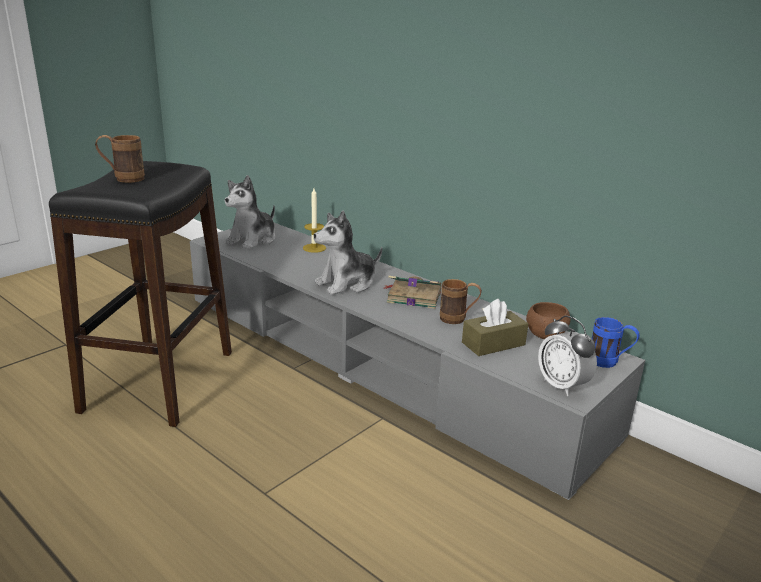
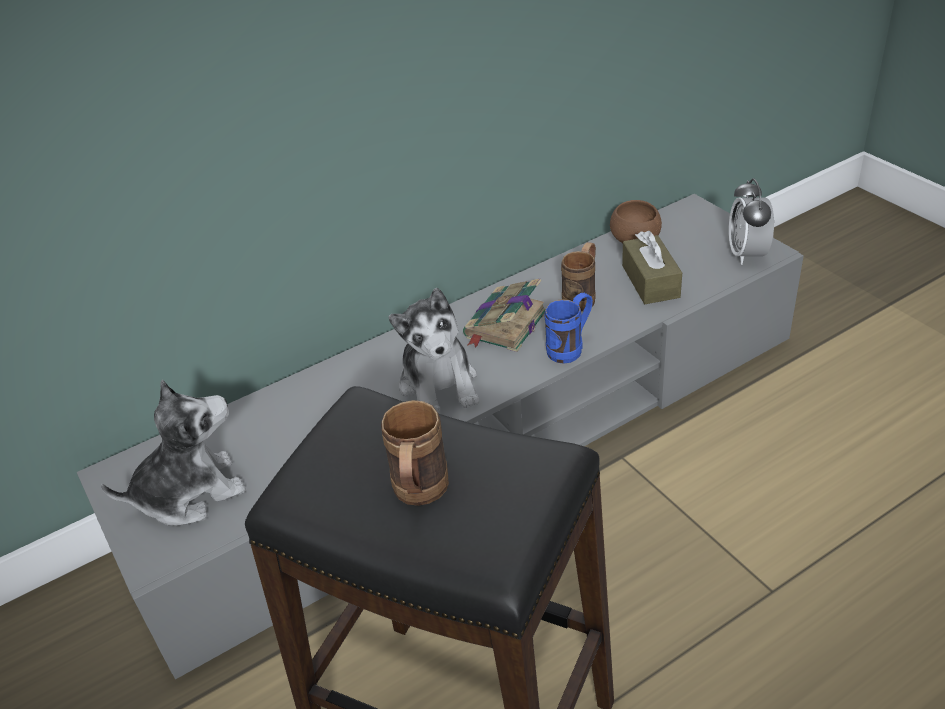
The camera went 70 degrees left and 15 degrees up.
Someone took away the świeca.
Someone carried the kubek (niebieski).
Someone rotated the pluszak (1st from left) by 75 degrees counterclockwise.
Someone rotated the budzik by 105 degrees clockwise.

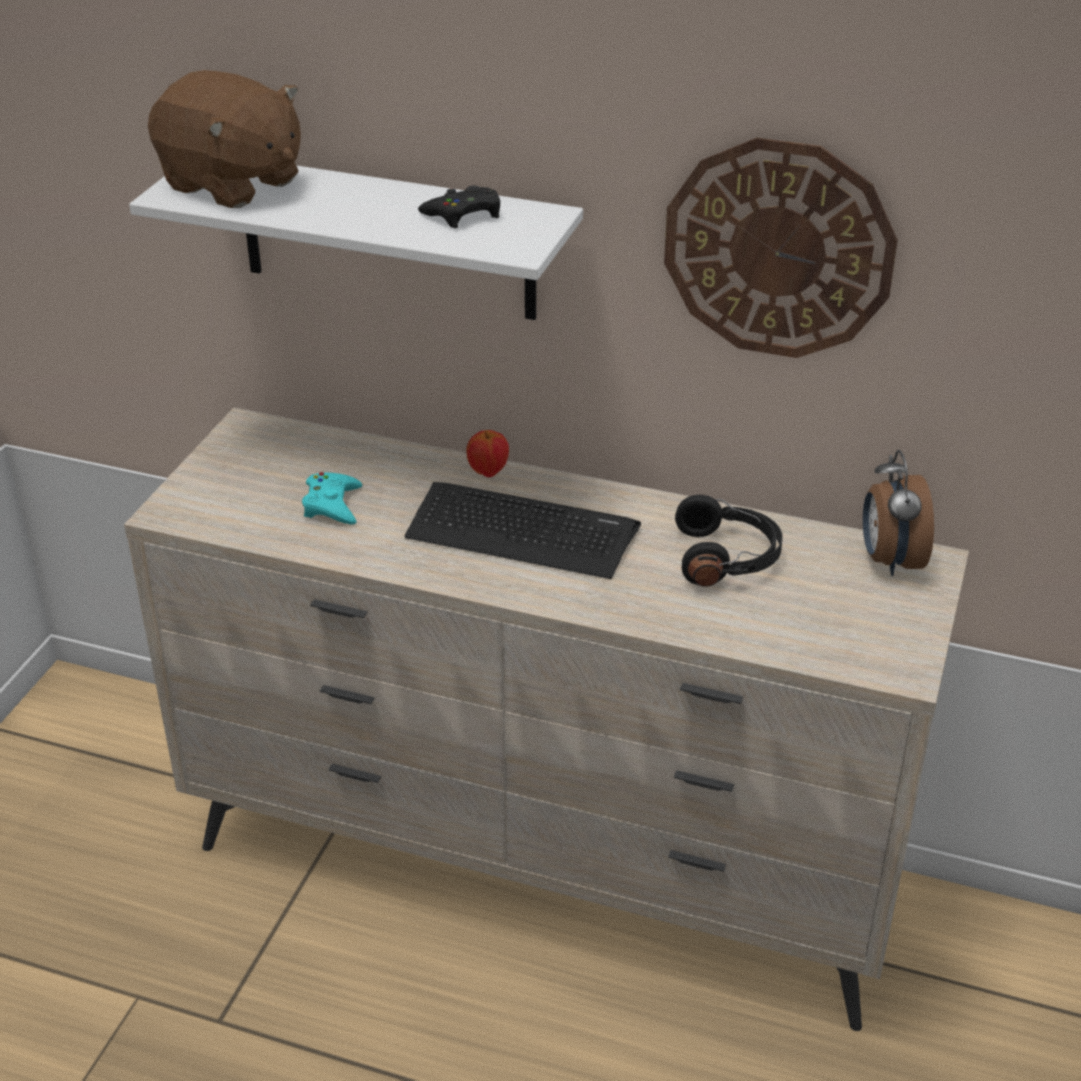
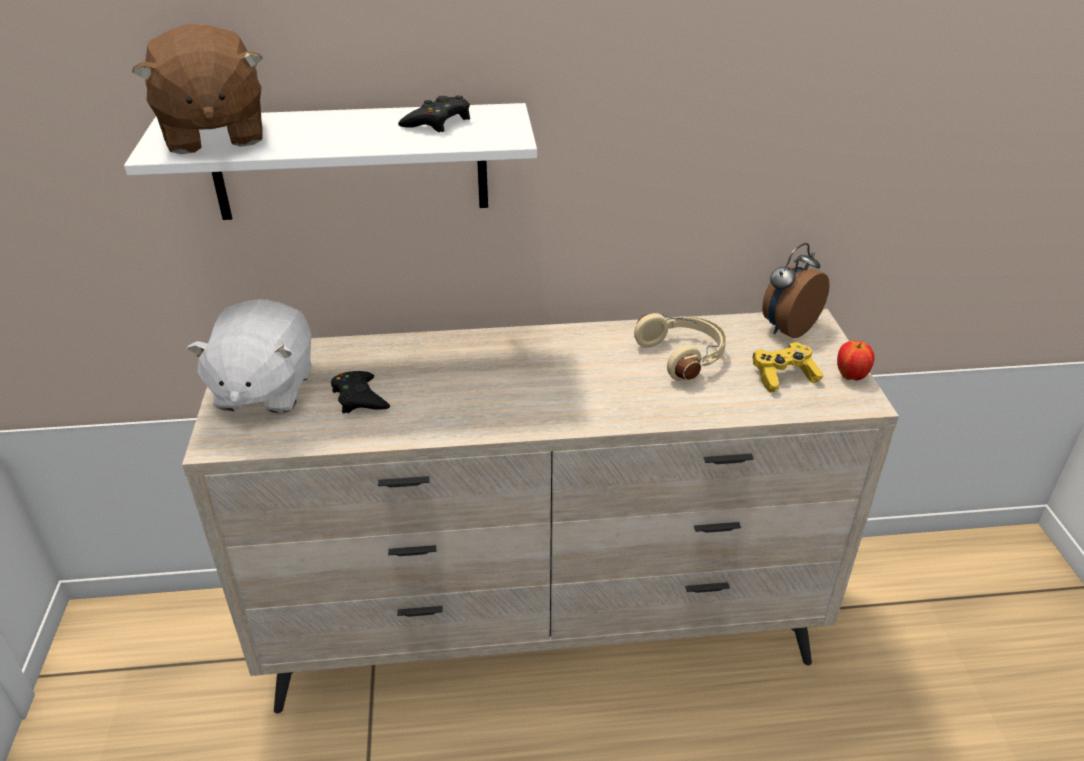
The camera went 25 degrees left and 0 degrees up.
Someone took away the klawiatura.
Someone took away the zegar ścienny.
Someone put down the pluszak (biały).
Someone put down the pad do gier (żółty).
Someone carried the jabłko.
Someone repainted the pad do gier (turkusowy), which became the pad do gier (czarny) (1st from left).
Someone repainted the słuchawki (czarny), which became the słuchawki (beżowy).
Someone rotated the pluszak (brązowy) by 60 degrees clockwise.
Someone rotated the budzik by 75 degrees clockwise.

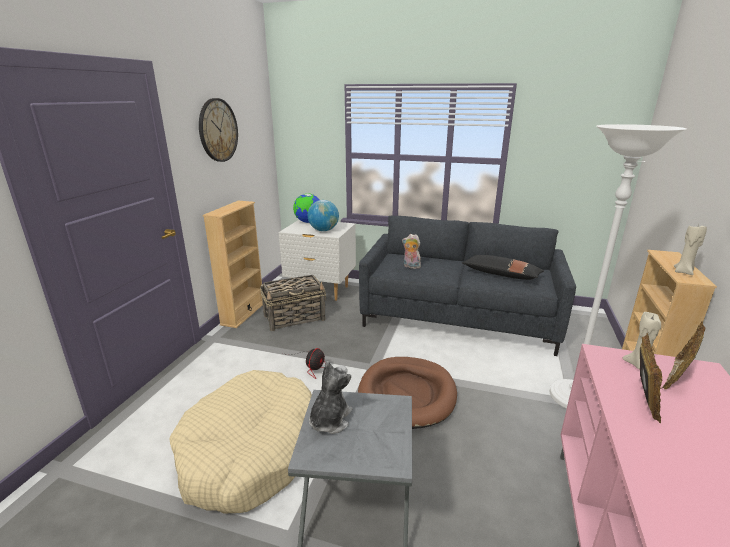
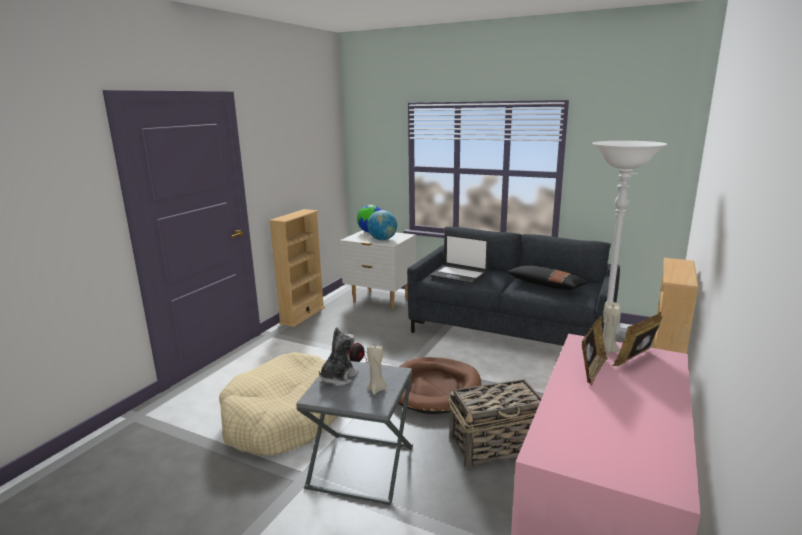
The camera went 10 degrees right and 5 degrees down.
Someone took away the zegar ścienny.
Someone carried the koszyk.
Someone carried the świeca (beżowy) (2nd from left in the first image).
Someone swapped the pluszak (2nd from left) for the laptop.

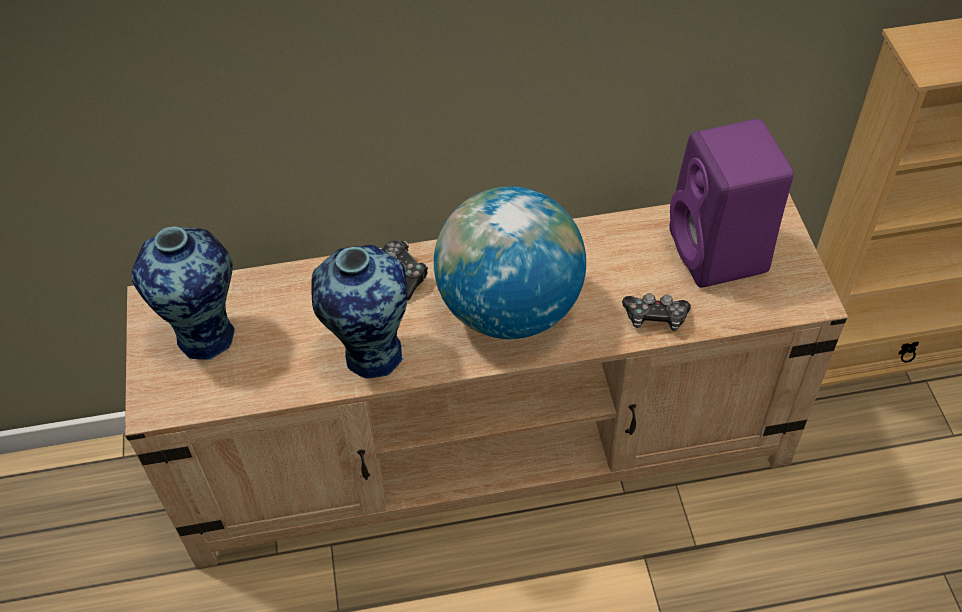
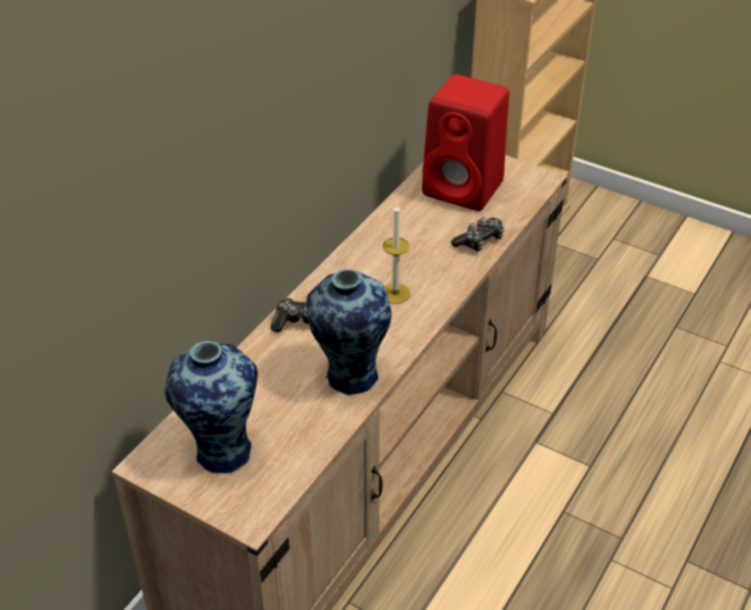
The camera went 50 degrees left and 10 degrees down.
Someone swapped the globus for the świeca.
Someone repainted the głośnik (fioletowy), which became the głośnik (czerwony).

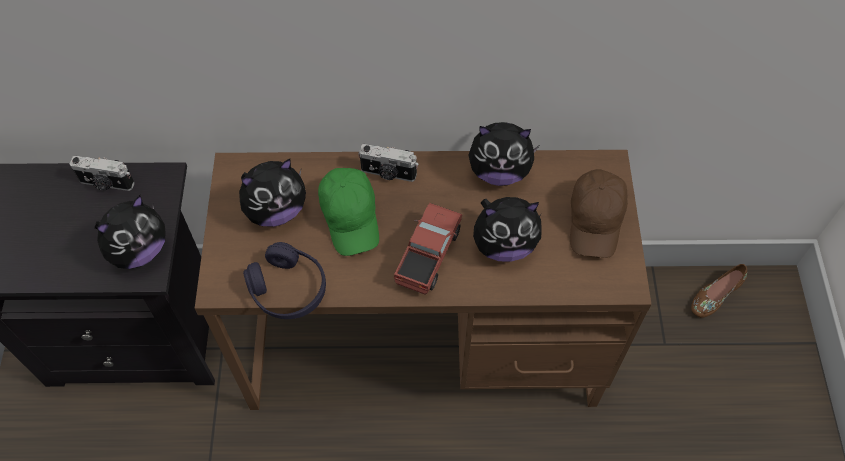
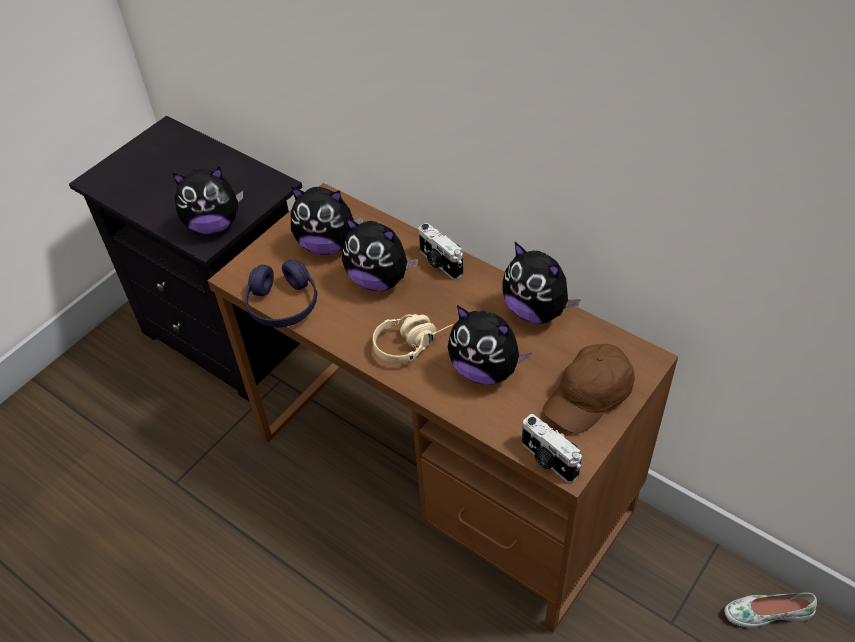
The camera went 40 degrees right and 10 degrees down.
Someone carried the aparat fotograficzny (1st from left in the first image).
Someone swapped the czapka z daszkiem (zielony) for the pluszak (3rd from left).
Someone swapped the ciężarówka zabawkowa for the słuchawki (beżowy).
Someone repainted the but (brązowy), which became the but (biały).

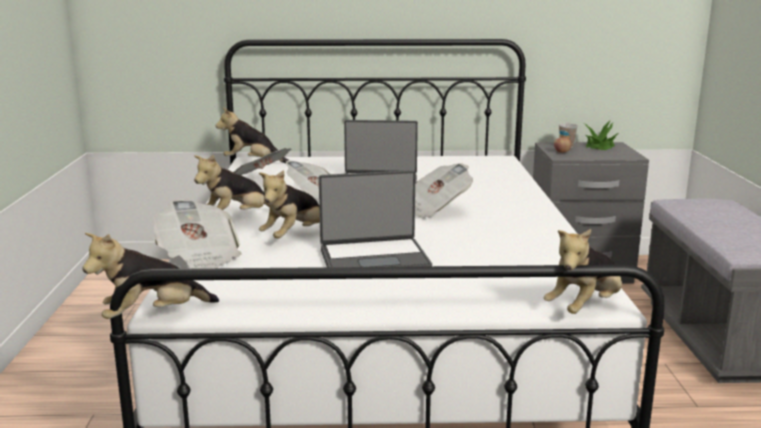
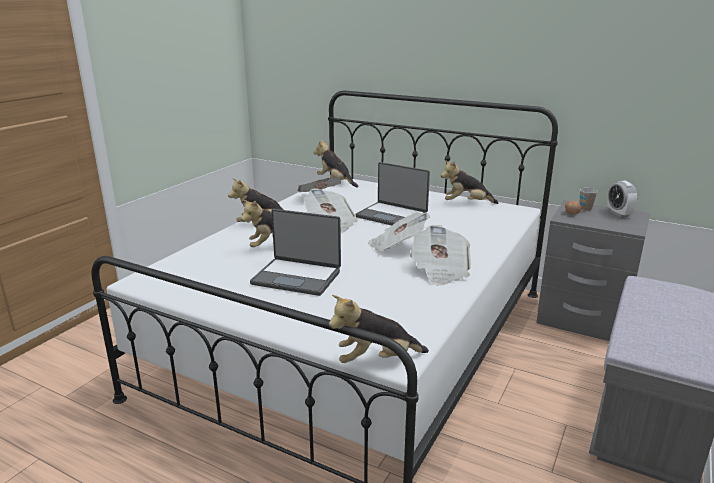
The camera went 30 degrees right and 5 degrees up.
Someone carried the pluszak (1st from left in the first image).
Someone carried the gazeta (1st from left in the first image).
Someone swapped the roślina doniczkowa for the budzik.

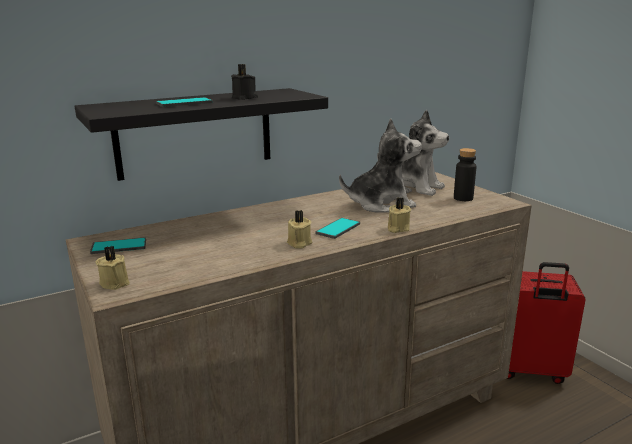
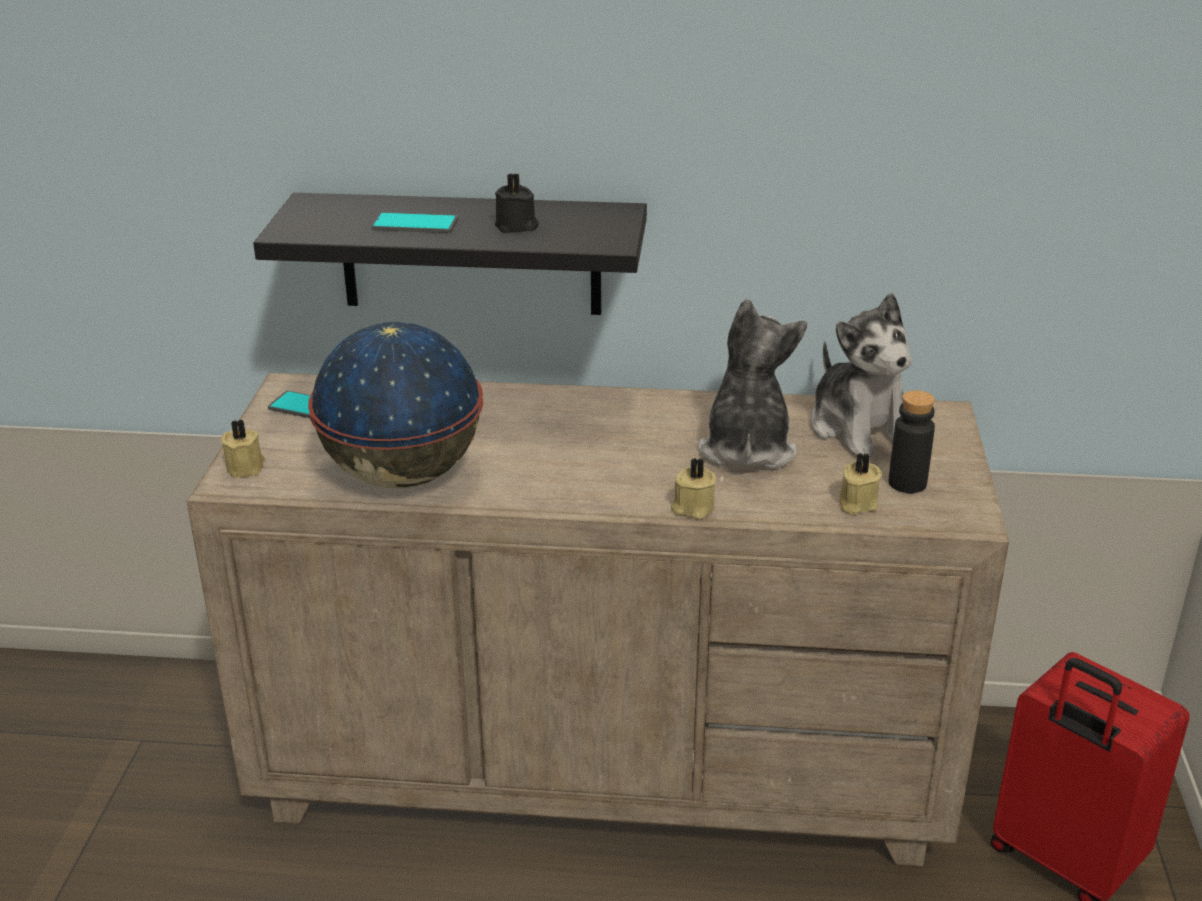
The camera went 35 degrees right and 10 degrees up.
Someone took away the telefon (3rd from left).
Someone put down the globus.
Someone carried the świeca (beżowy) (2nd from left in the first image).
Someone rotated the pluszak (1st from left) by 105 degrees counterclockwise.

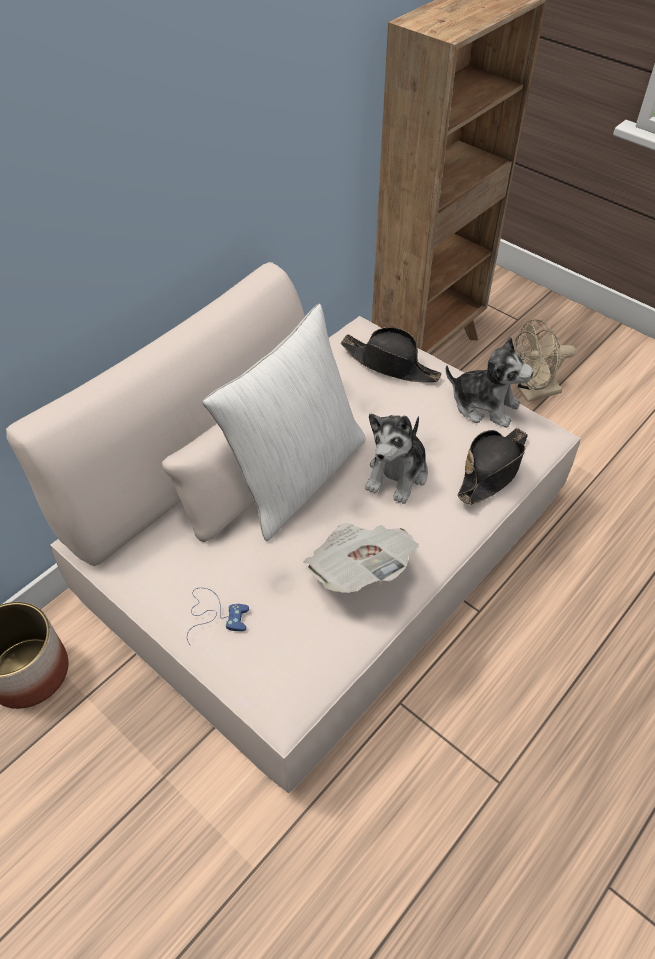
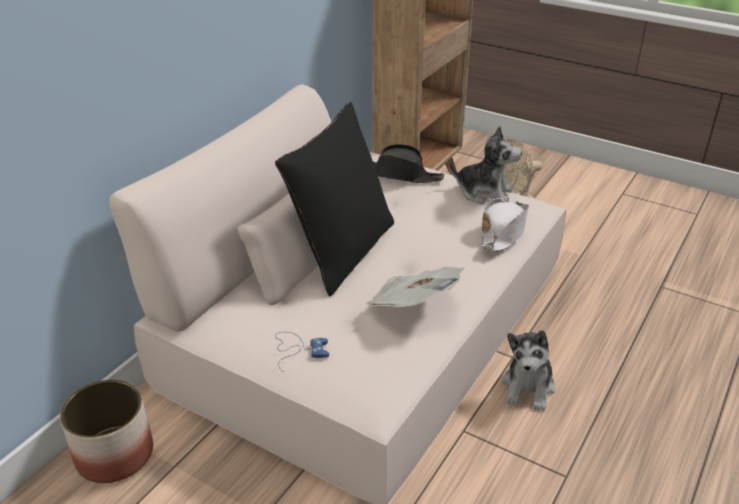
The camera went 10 degrees left and 15 degrees down.
Someone carried the pluszak (1st from left in the first image).
Someone repainted the poduszka (biały), which became the poduszka (czarny).
Someone repainted the kapelusz (czarny) (2nd from left), which became the kapelusz (biały).

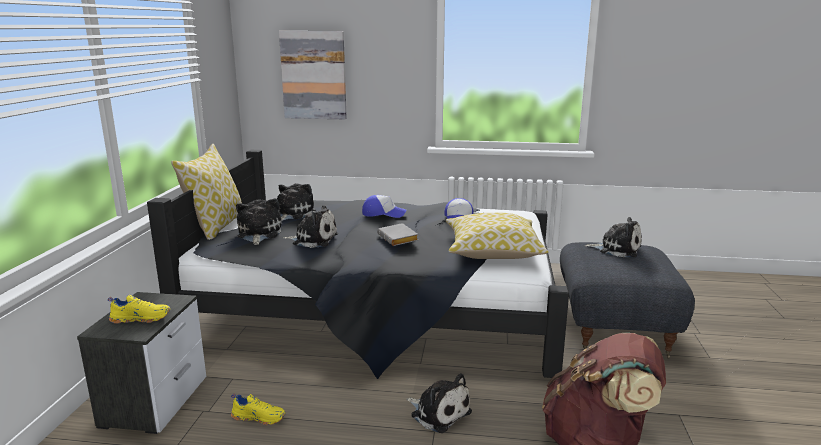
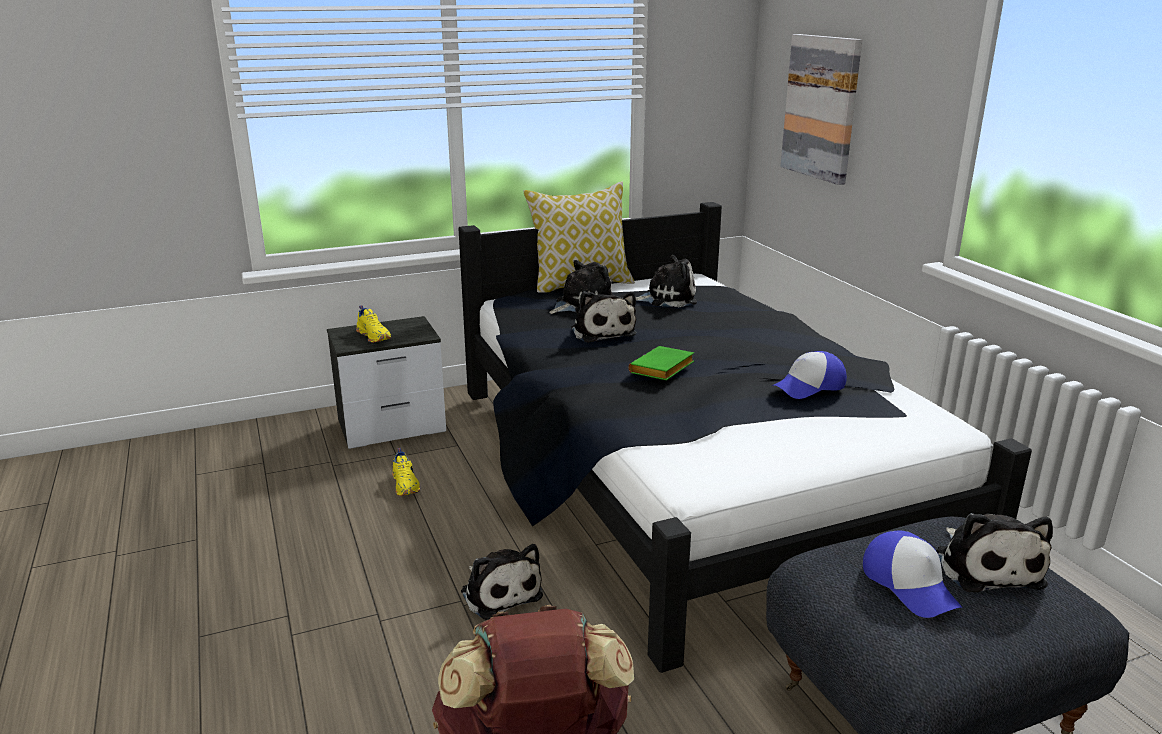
The camera went 60 degrees right and 5 degrees up.
Someone took away the poduszka (2nd from left).
Someone carried the czapka z daszkiem (1st from left in the first image).
Someone repainted the książka (szary), which became the książka (zielony).
Someone rotated the pluszak (4th from left in the first image) by 45 degrees counterclockwise.

